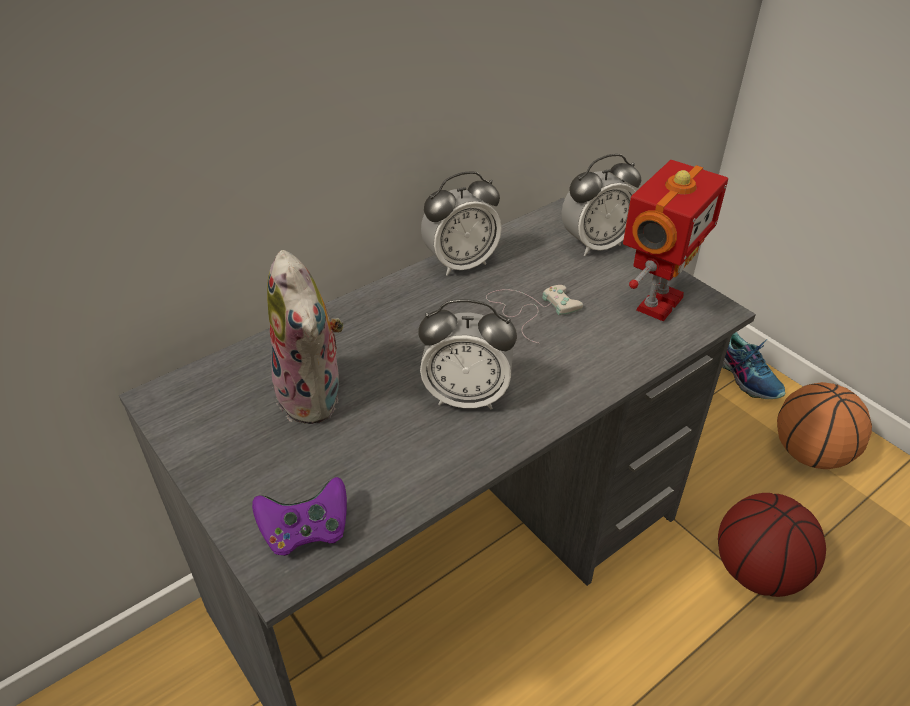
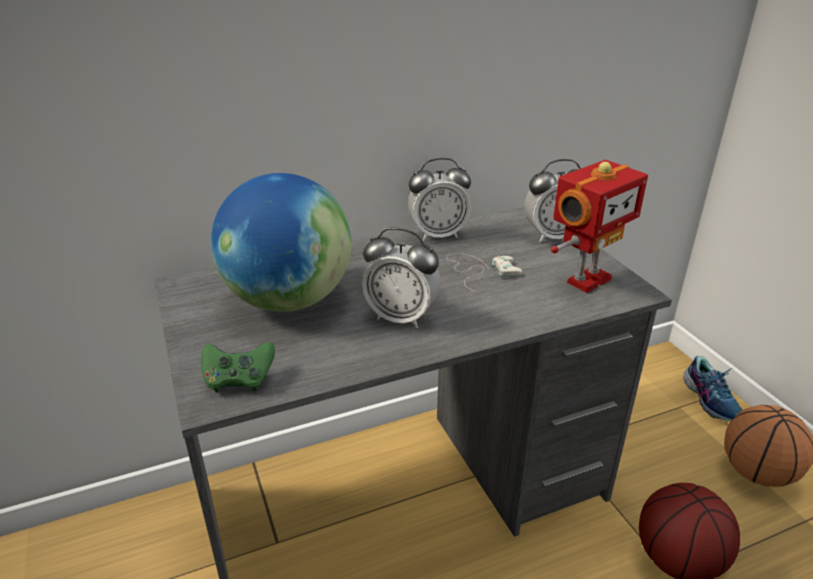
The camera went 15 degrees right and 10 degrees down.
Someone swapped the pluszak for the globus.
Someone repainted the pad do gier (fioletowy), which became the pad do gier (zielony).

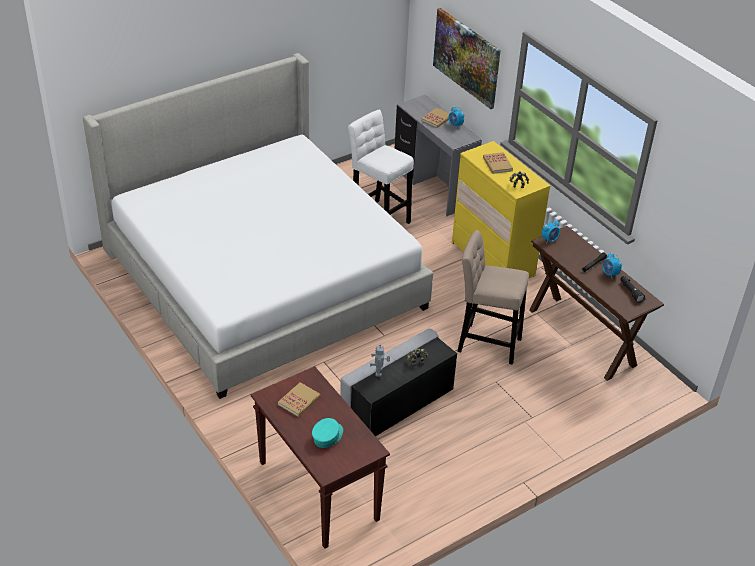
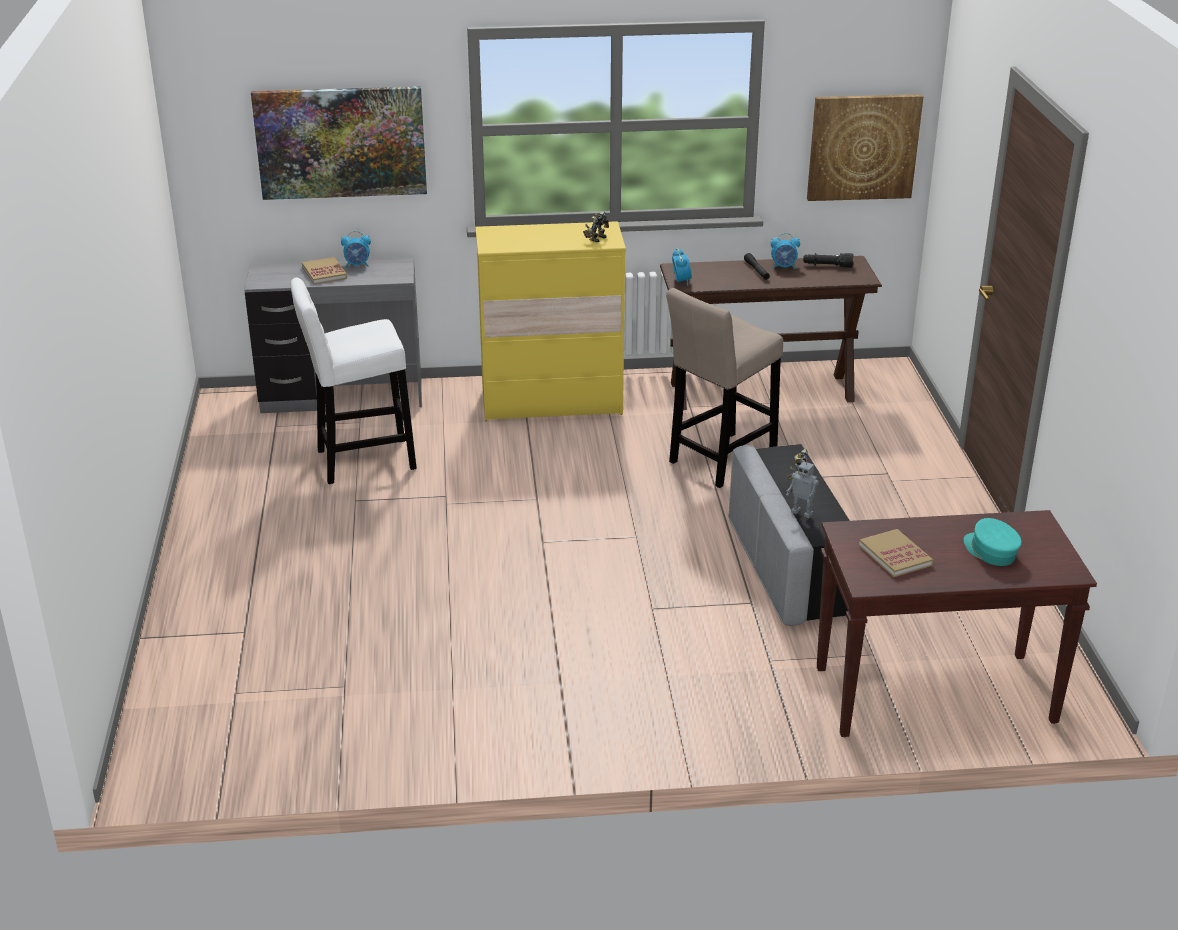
The camera went 60 degrees left and 10 degrees down.
Someone took away the łóżko.
Someone took away the książka (3rd from left).
Someone put up the obraz (2nd from left).

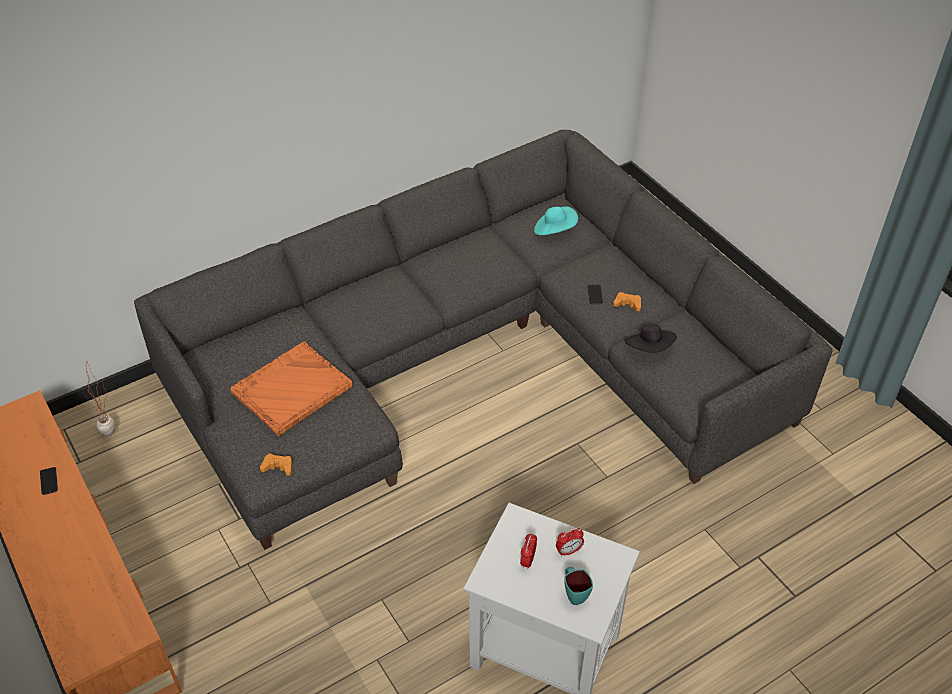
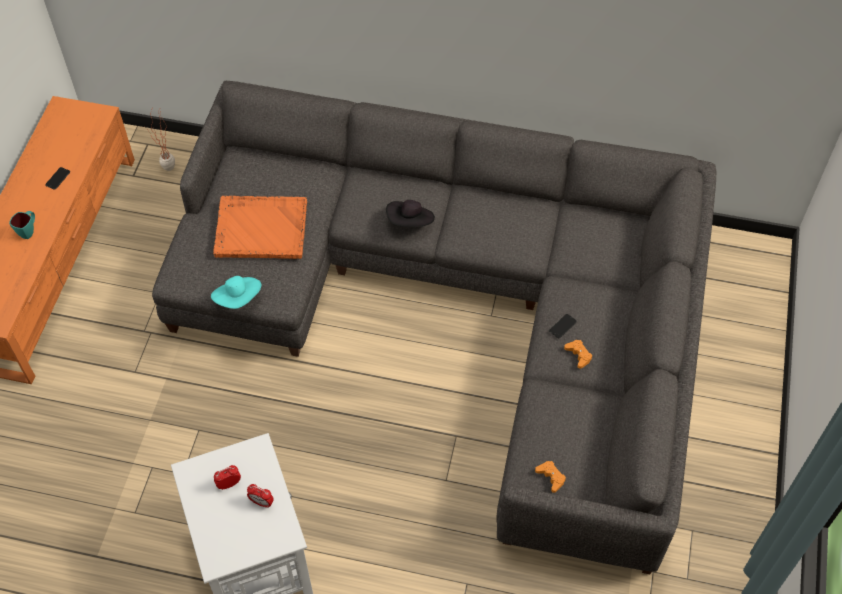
The camera went 45 degrees right and 10 degrees up.
Someone carried the pad do gier (pomarańczowy) (1st from left).
Someone carried the kapelusz (turkusowy).
Someone carried the kubek (turkusowy).
Someone carried the kapelusz (czarny).

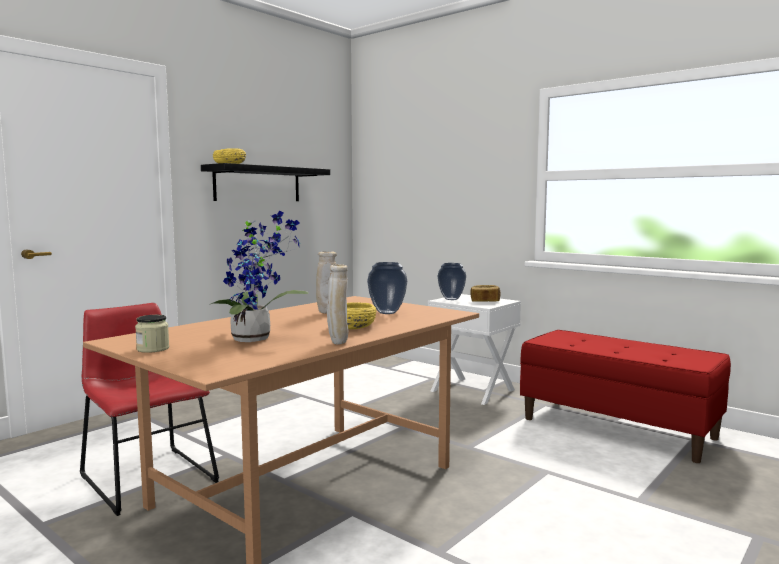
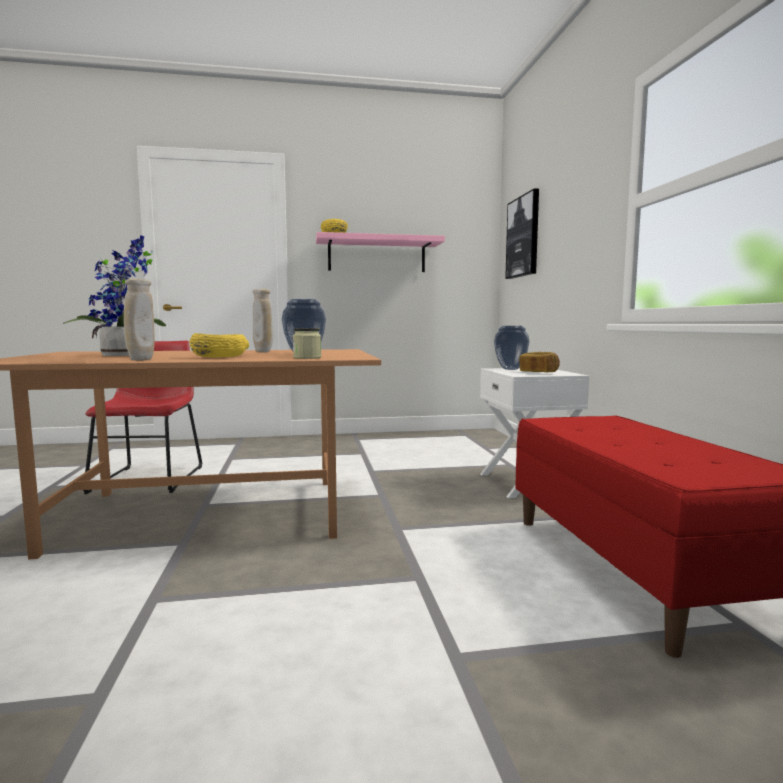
The camera went 40 degrees right and 0 degrees up.
Someone put up the obraz.
Someone carried the słoik.
Someone repainted the półka (czarny), which became the półka (różowy).

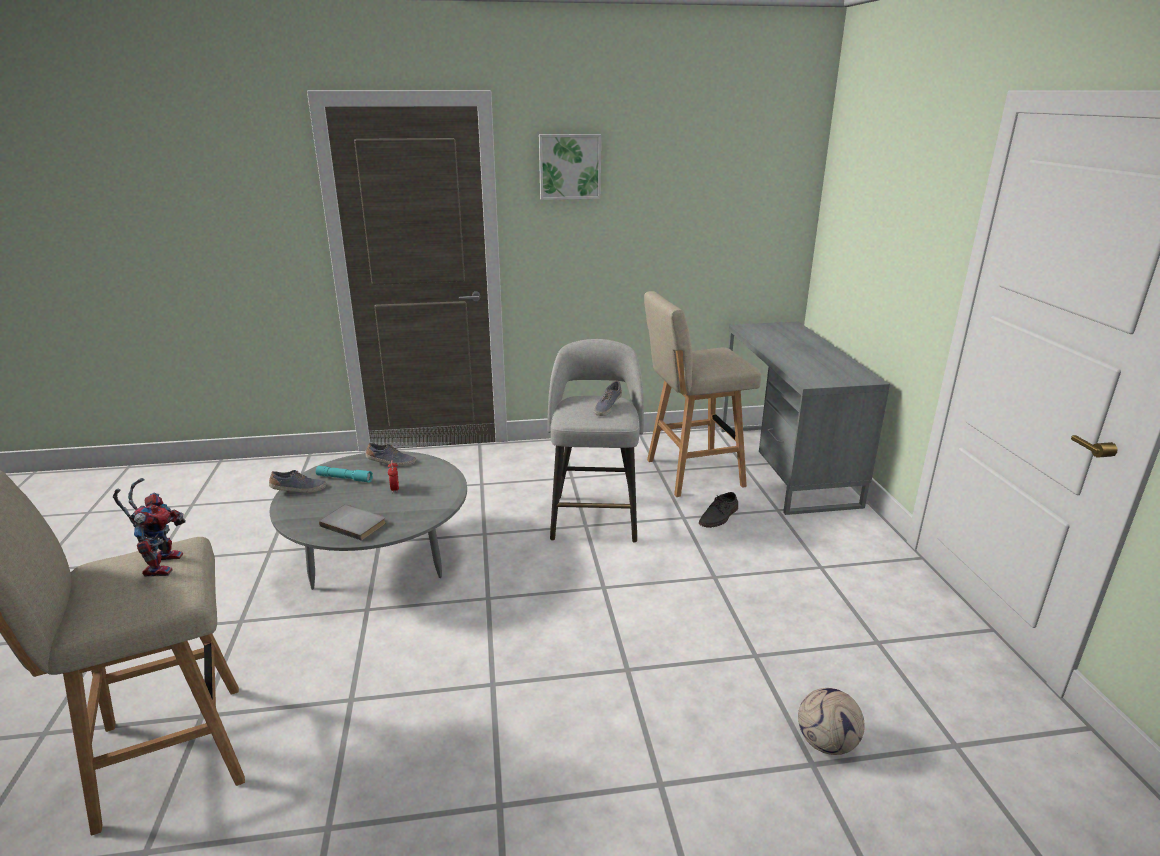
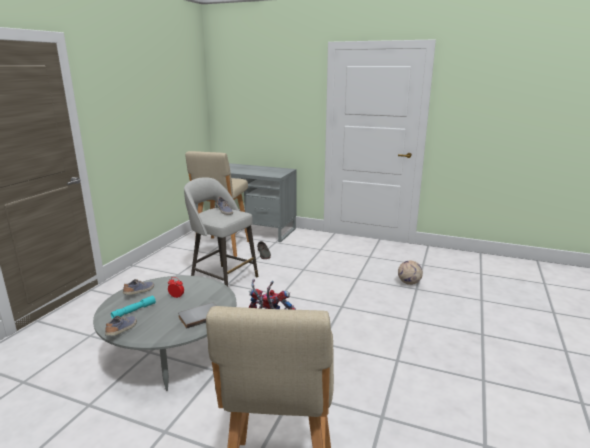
The camera went 60 degrees left and 5 degrees down.
Someone took away the obraz.

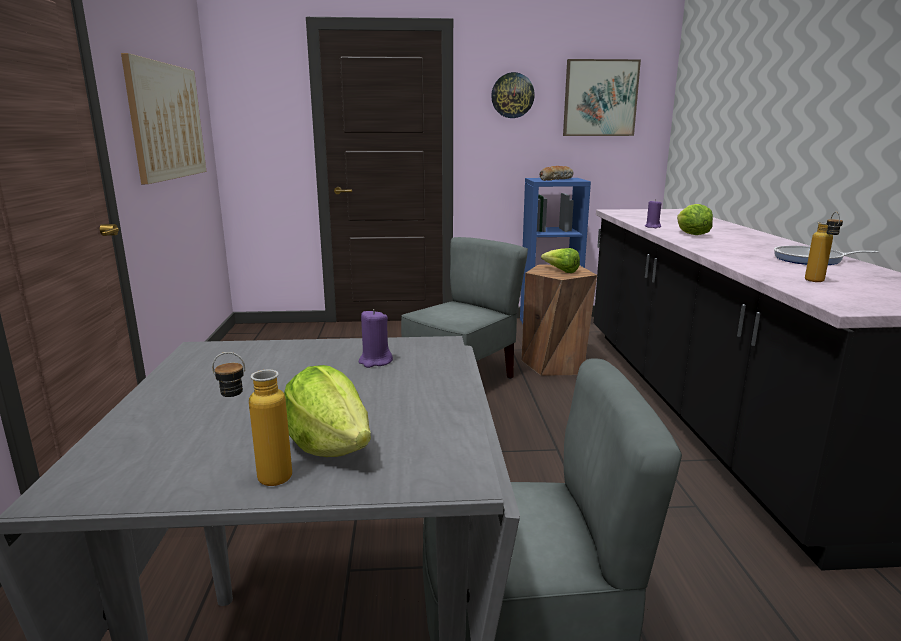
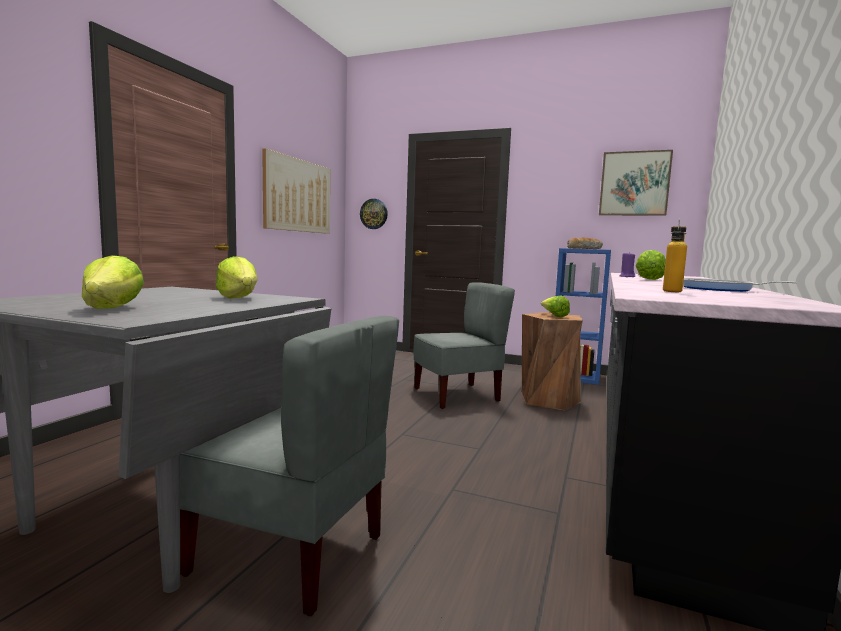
The camera went 25 degrees right and 10 degrees down.
Someone took away the butelka (1st from left).
Someone carried the zegar ścienny.
Someone swapped the świeca (fioletowy) (1st from left) for the sałata (2nd from left).

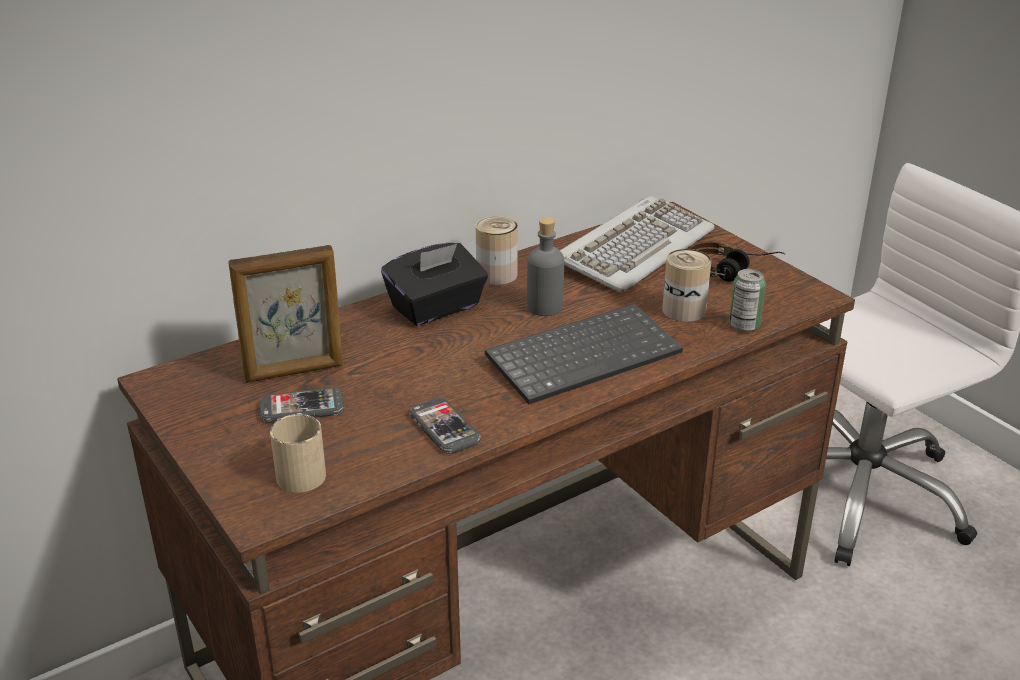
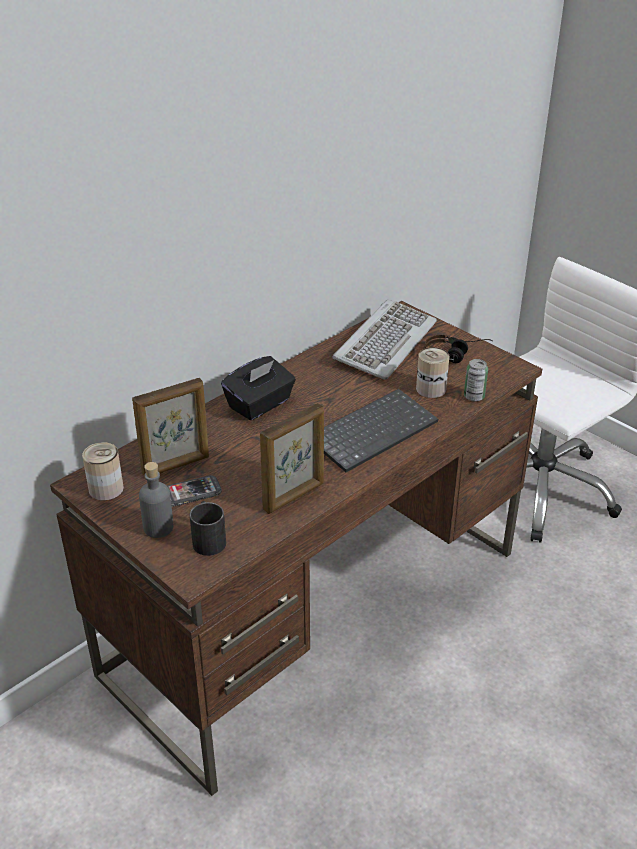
The camera went 10 degrees left and 5 degrees up.
Someone carried the puszka (1st from left).
Someone carried the butelka (szary).
Someone swapped the telefon (2nd from left) for the ramka na zdjęcie (2nd from left).
Someone repainted the kubek (beżowy), which became the kubek (czarny).

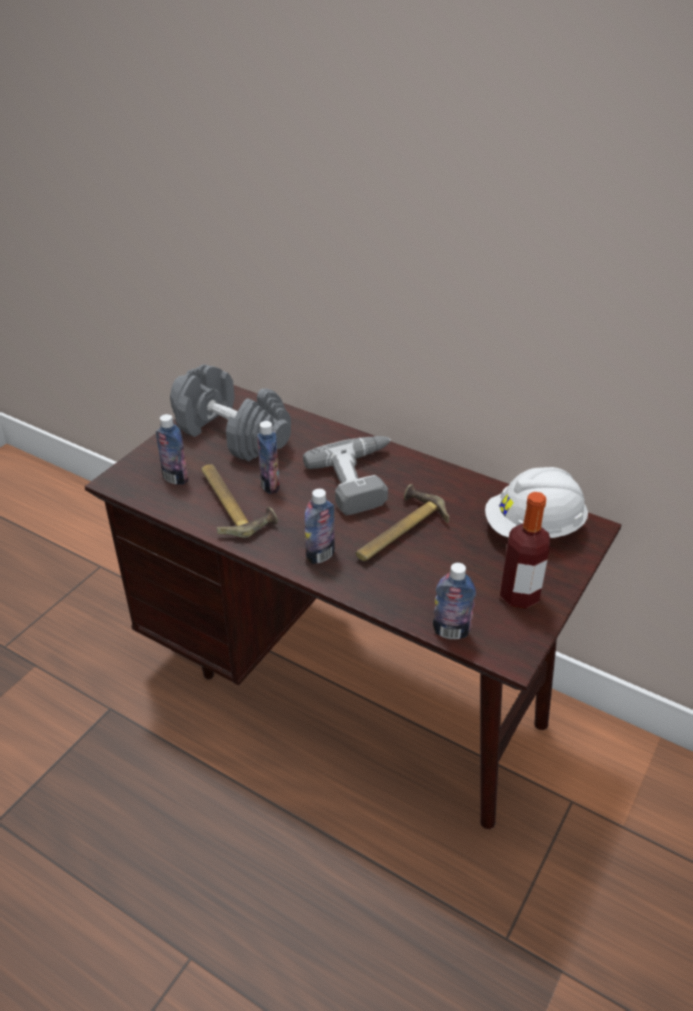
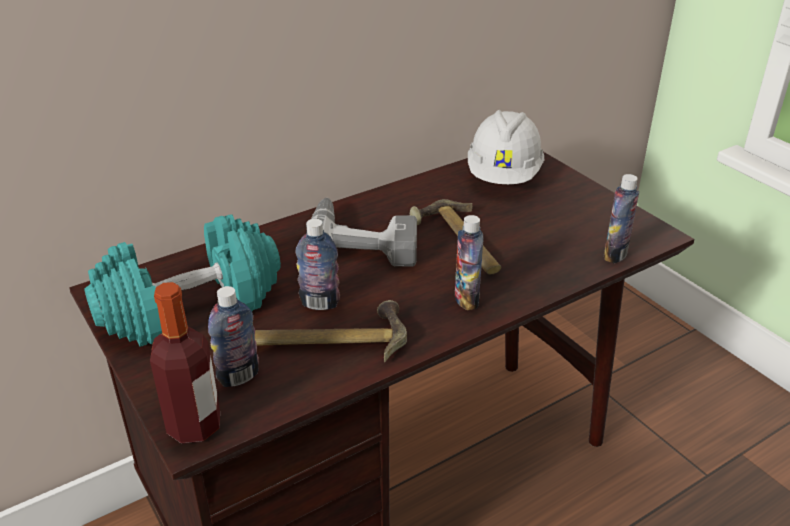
The camera went 65 degrees left and 5 degrees down.
Someone carried the butelka (5th from left in the first image).
Someone repainted the hantel (szary), which became the hantel (turkusowy).

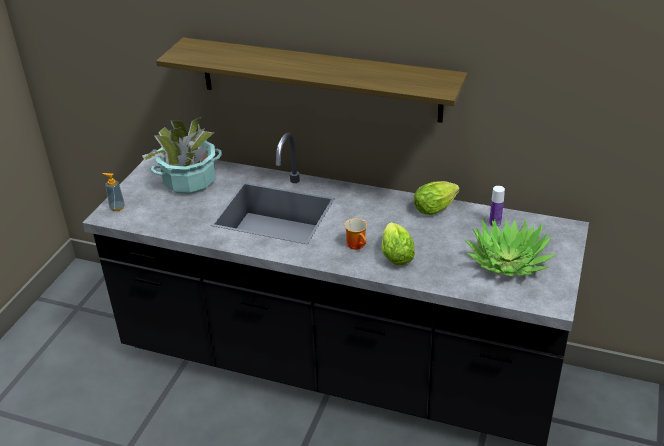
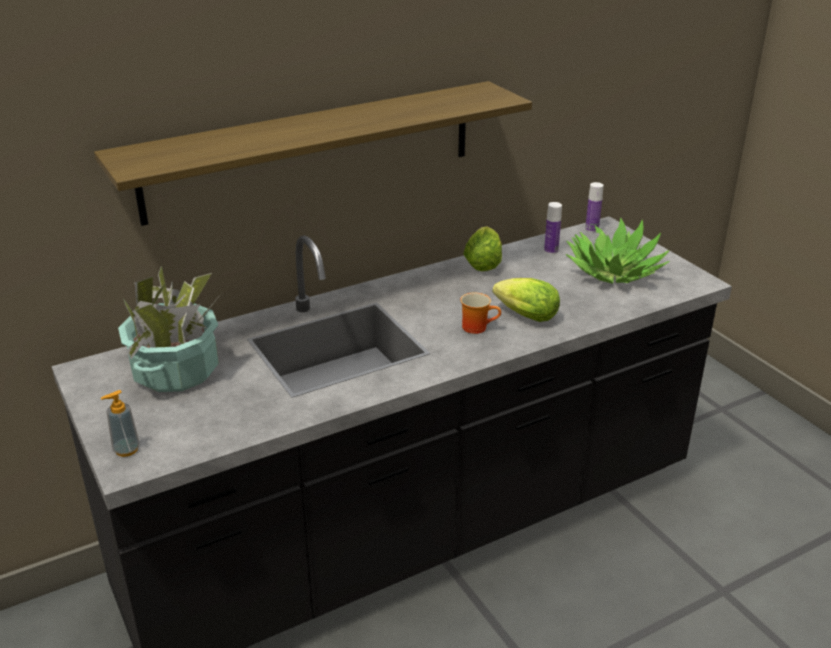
The camera went 50 degrees left and 5 degrees down.
Someone put down the butelka (2nd from left).

